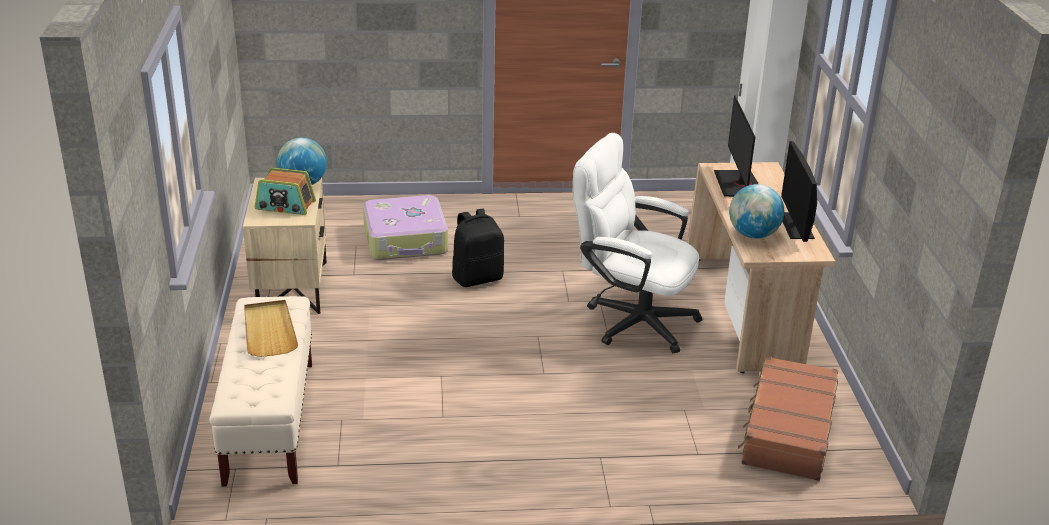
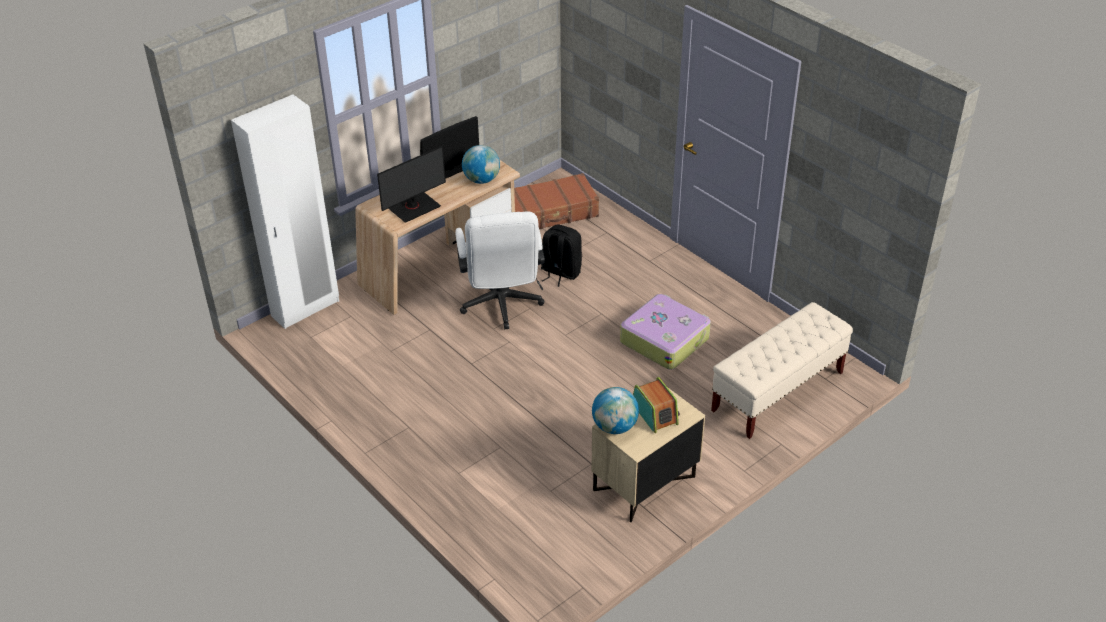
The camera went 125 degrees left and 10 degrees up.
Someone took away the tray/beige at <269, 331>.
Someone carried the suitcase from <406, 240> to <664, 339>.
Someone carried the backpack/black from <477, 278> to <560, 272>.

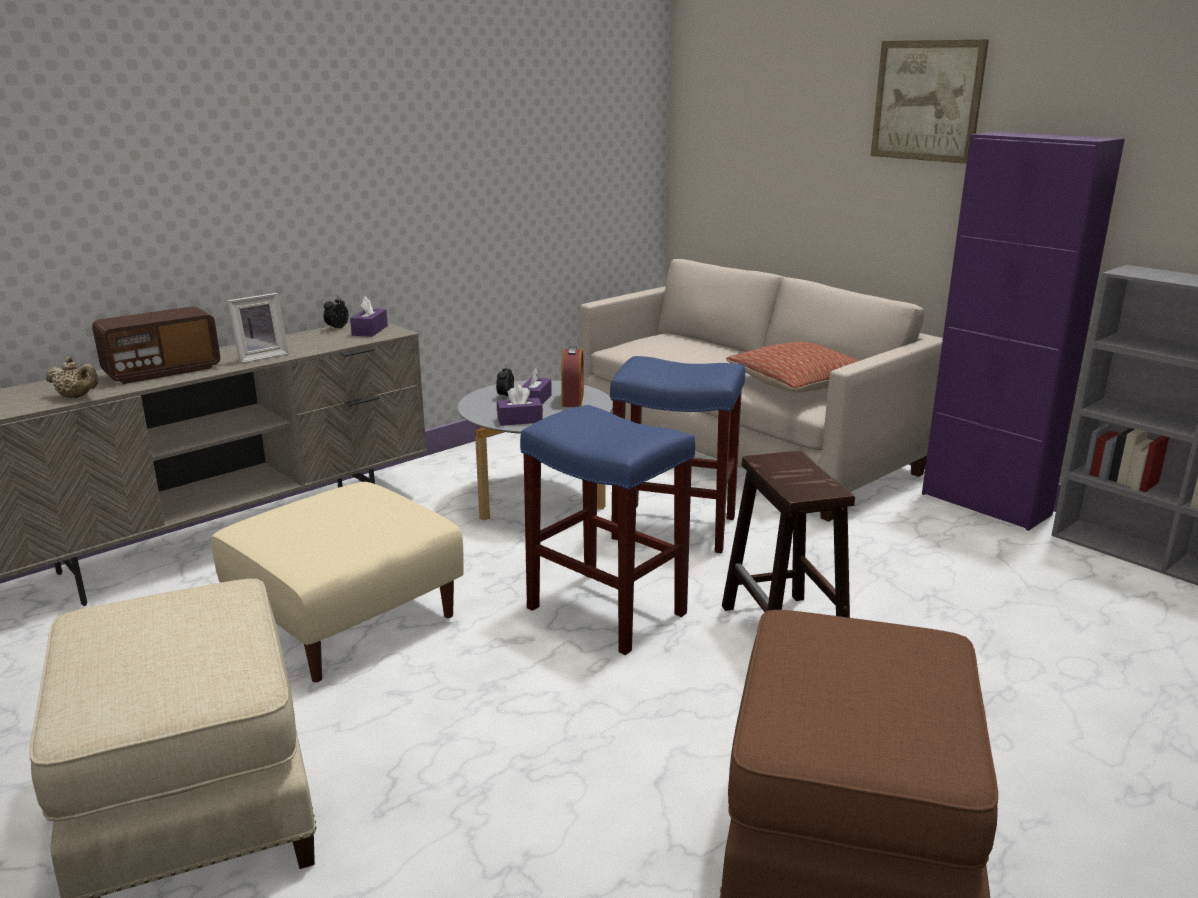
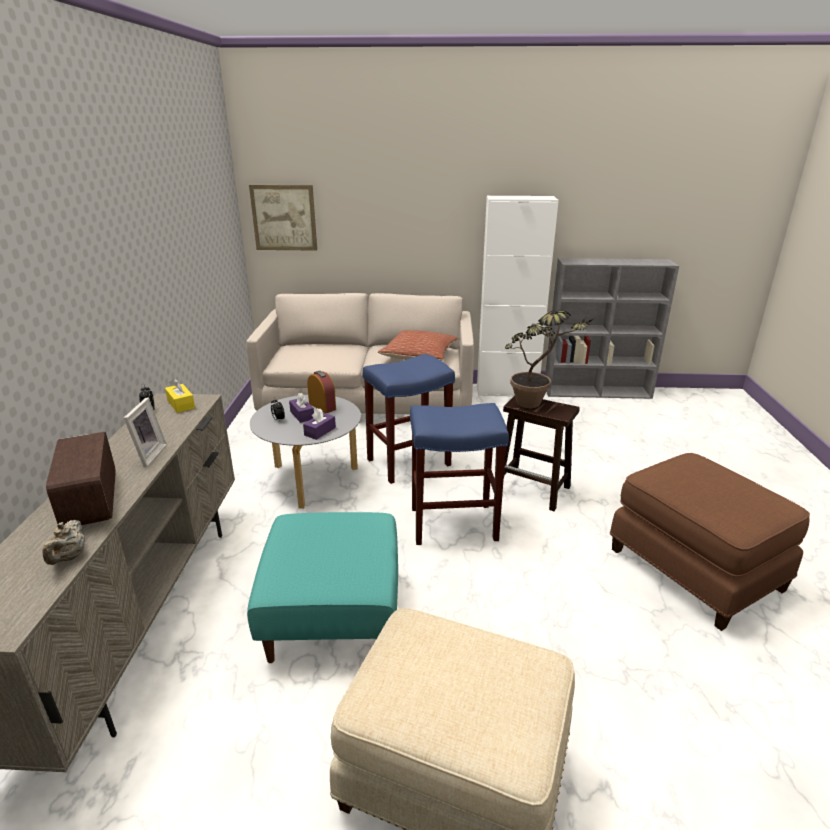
The camera went 45 degrees left and 5 degrees up.
Someone put down the potted plant at <537, 405>.
Someone carried the picture from <927, 101> to <284, 218>.
Someone repainted the ottoman/beige at <346, 618>, which became the ottoman/turquoise at <332, 613>.
Someone repainted the tissue box/purple at <370, 330>, which became the tissue box/yellow at <181, 404>.
Someone repainted the cabinet/purple at <985, 504>, which became the cabinet/white at <506, 391>.
Someone rotated the teapot/beige at <76, 397> by 120 degrees clockwise.
Someone rotated the radio at <162, 371> by 150 degrees clockwise.

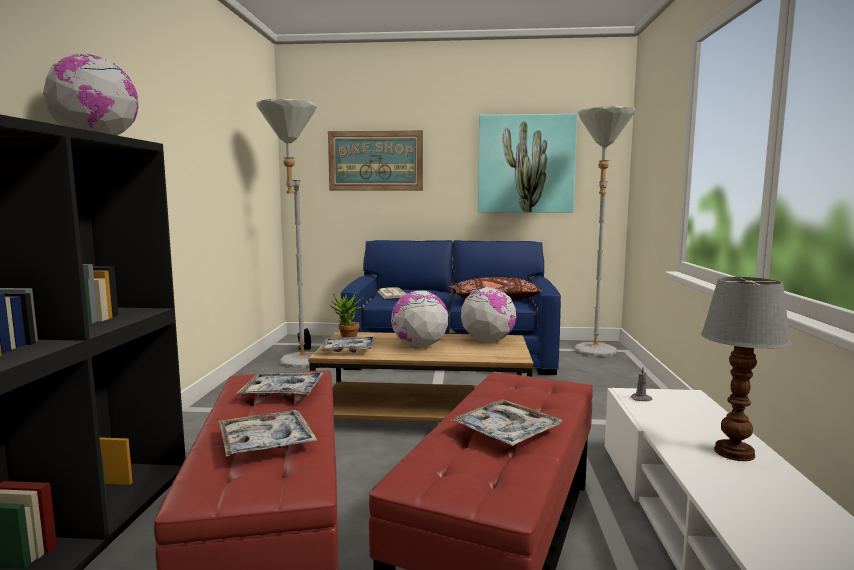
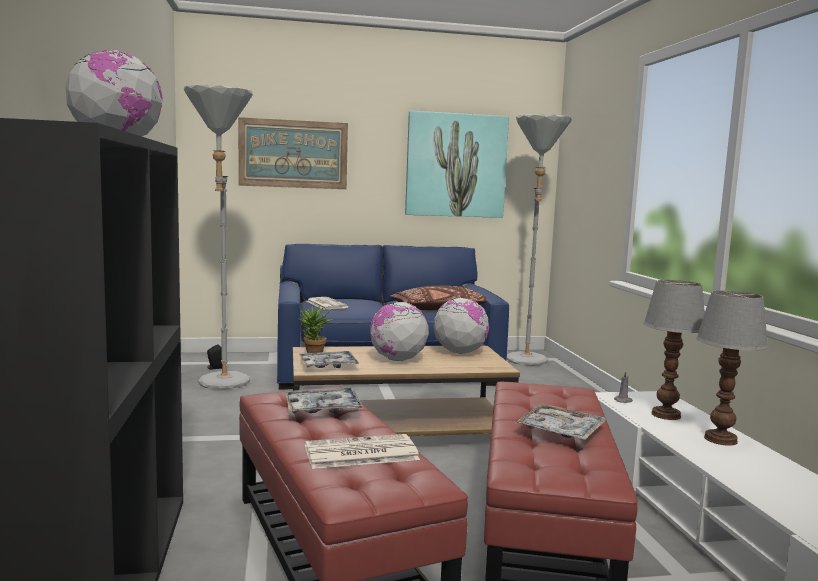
The camera went 15 degrees left and 0 degrees up.
Someone put down the table lamp at <664, 415>.
Someone swapped the tray at <266, 442> for the newspaper at <359, 453>.

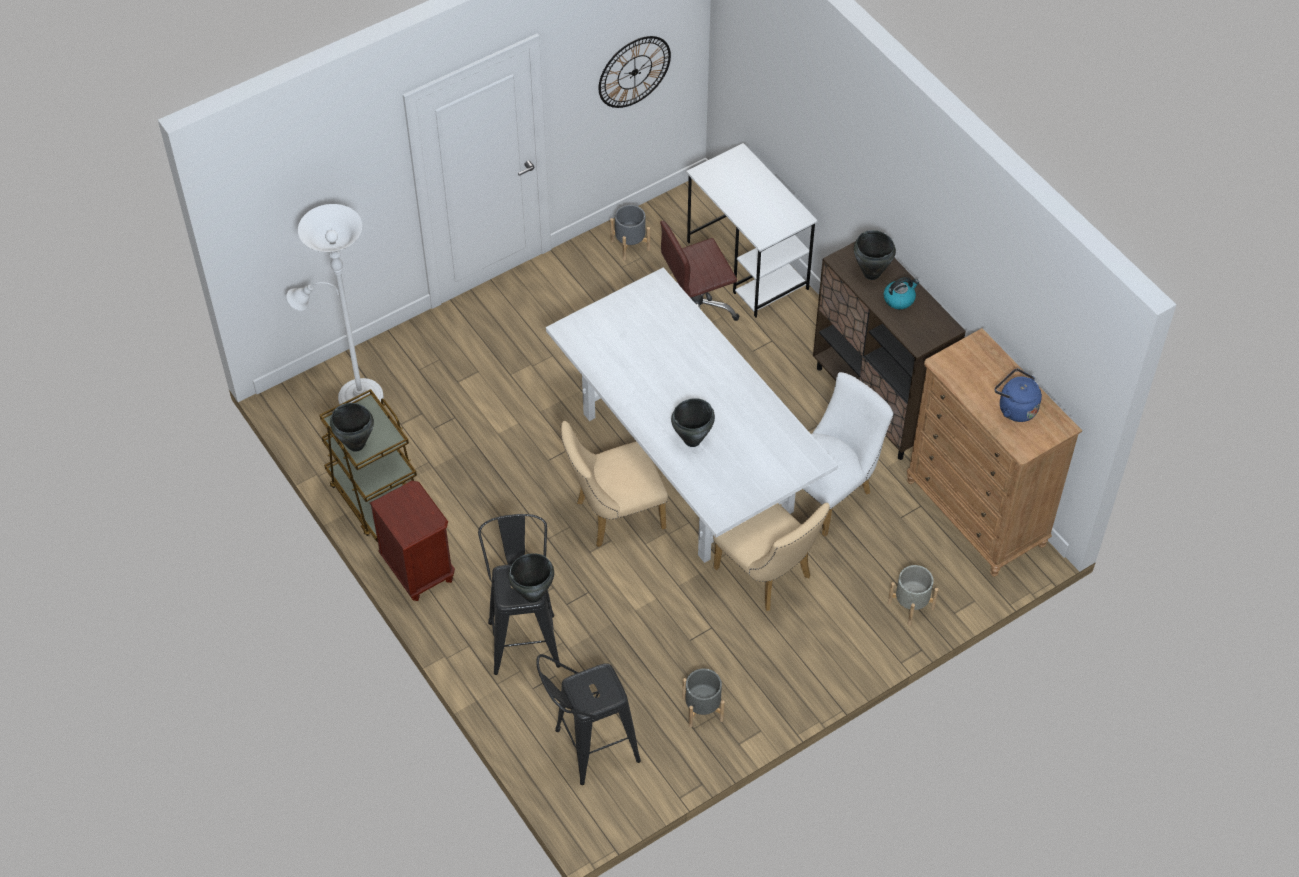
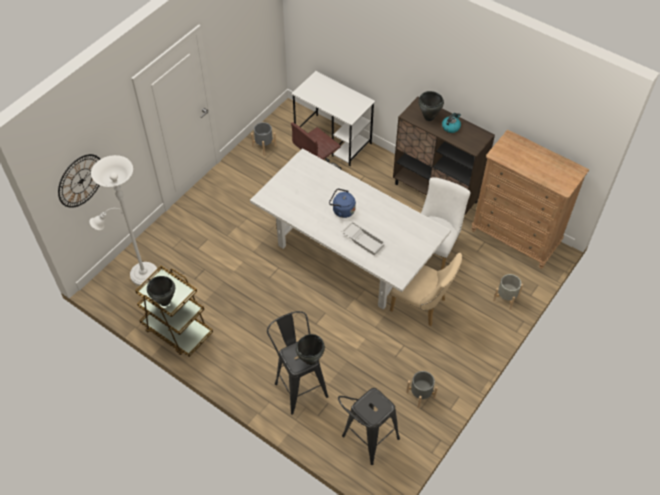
The camera went 20 degrees left and 0 degrees up.
Someone took away the nightstand/brown at <418, 570>.
Someone took away the chair/beige at <613, 515>.
Someone carried the wall clock from <634, 72> to <81, 181>.
Someone carried the kettle/blue from <1015, 408> to <342, 210>.
Someone swapped the cooking pot/black at <692, 440> for the tray/white at <363, 240>.

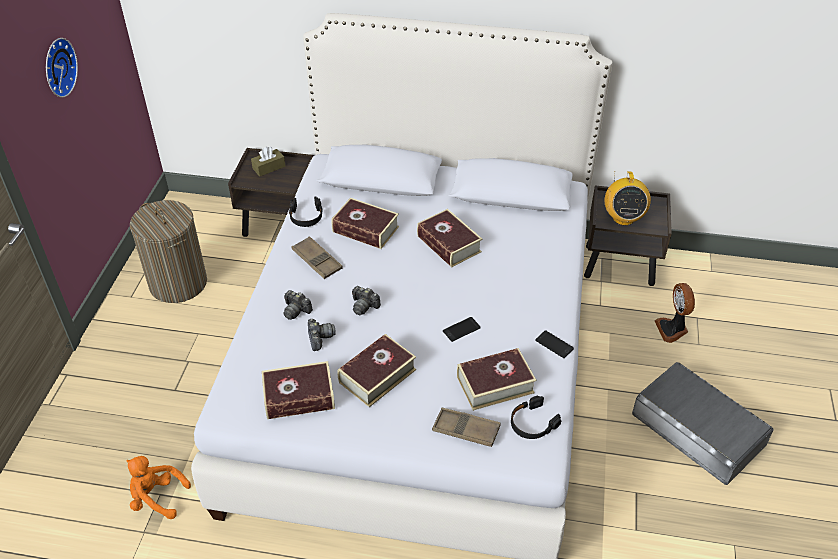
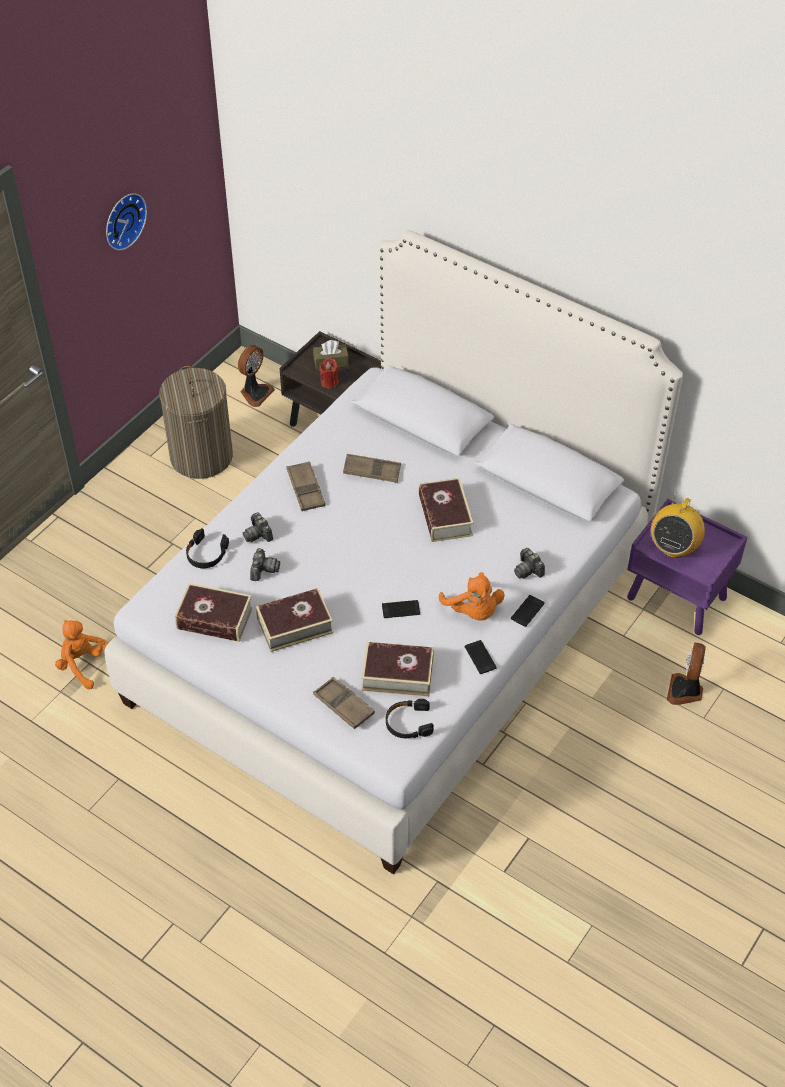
The camera went 25 degrees right and 5 degrees up.
Someone took away the storage box/grey at <697, 429>.
Someone put down the fan at <255, 393>.
Someone put down the candle/red at <329, 382>.
Someone put down the plush toy/orange at <473, 611>.
Someone put down the phone at <527, 611>.
Someone carried the headphones/black from <306, 216> to <206, 554>.
Someone carried the photo camera from <364, 306> to <528, 570>.
Someone swapped the book at <365, 229> for the tray/brown at <372, 471>.
Someone repainted the nightstand/brown at <620, 265>, which became the nightstand/purple at <677, 598>.

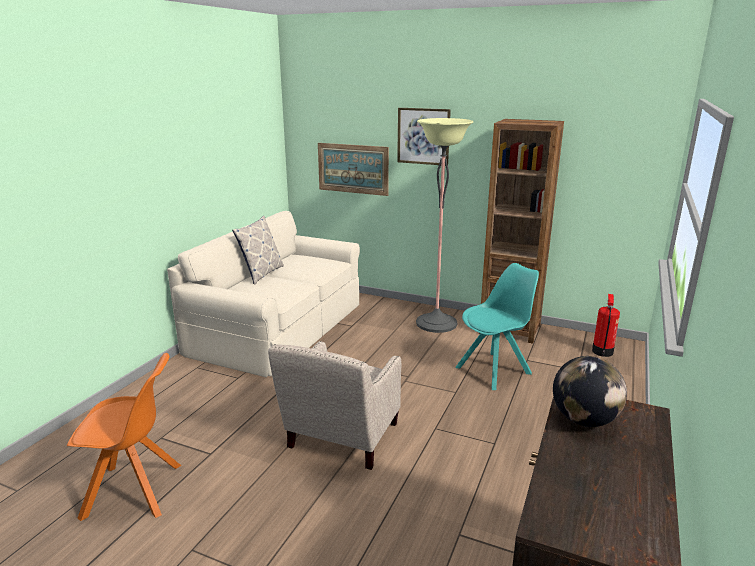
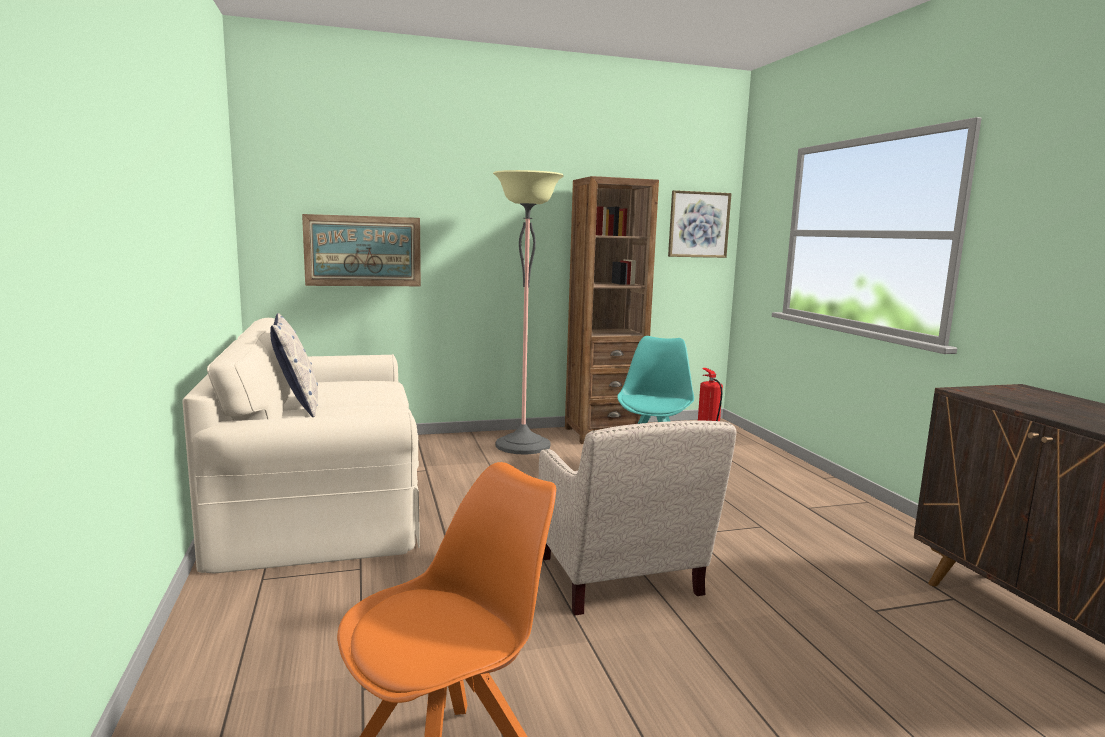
The camera went 40 degrees left and 10 degrees down.
Someone took away the globe at <584, 420>.
Someone carried the picture from <423, 136> to <698, 224>.

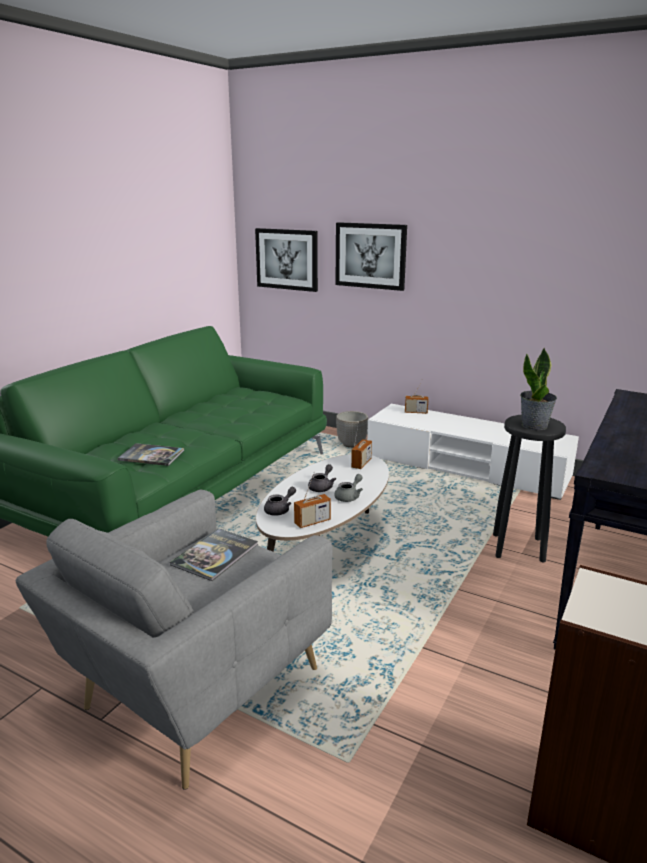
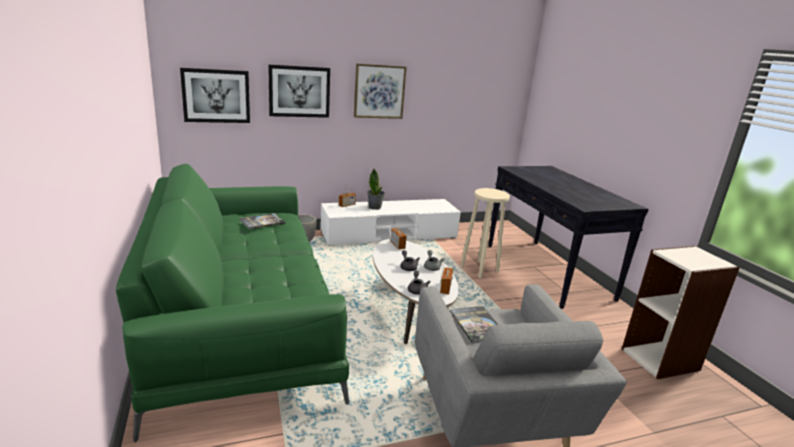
The camera went 50 degrees left and 0 degrees up.
Someone put up the picture at <379, 91>.
Someone carried the book from <151, 455> to <262, 221>.
Someone carried the potted plant from <534, 426> to <375, 207>.
Someone repainted the stool/black at <519, 547>, which became the stool/beige at <480, 269>.

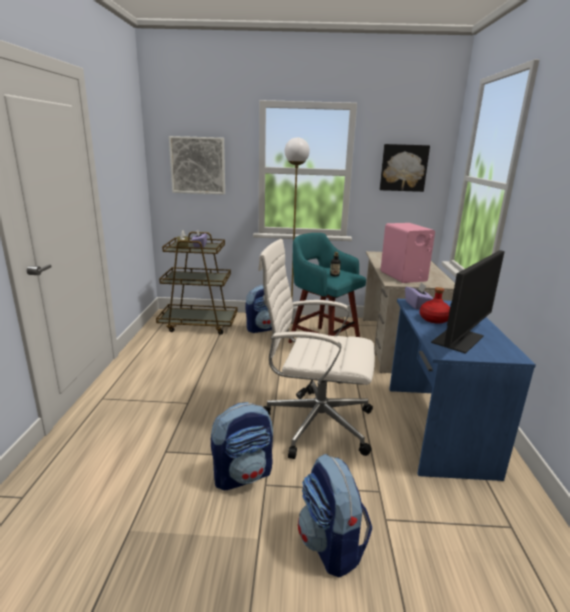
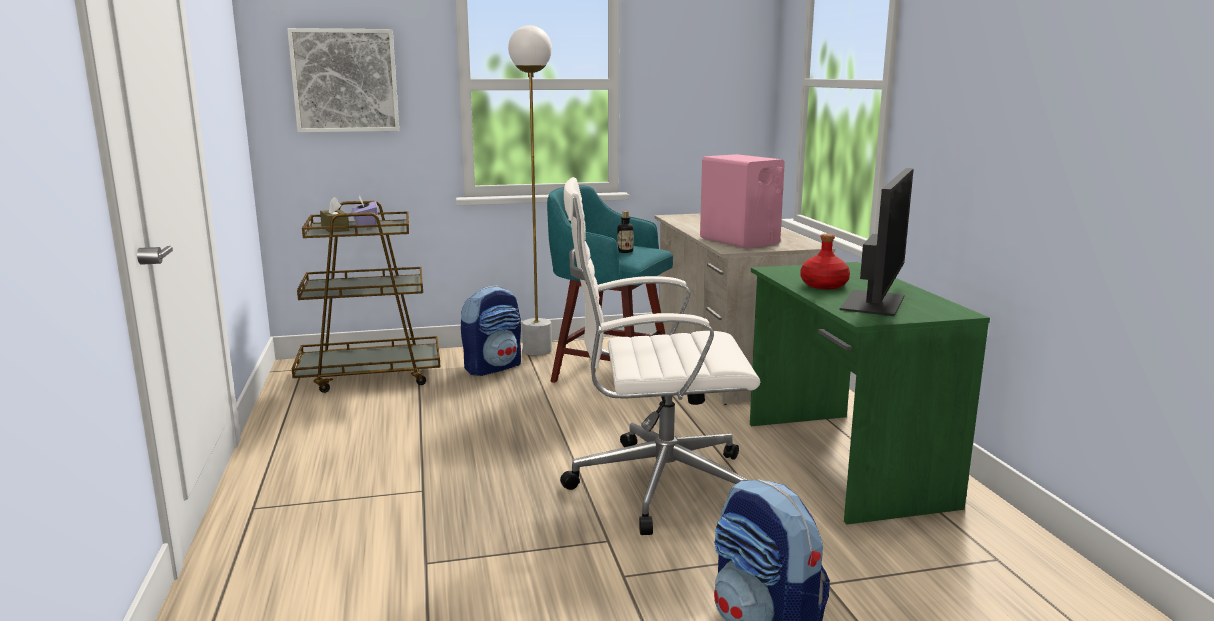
The camera went 15 degrees left and 5 degrees down.
Someone took away the backpack at <243, 475>.
Someone took away the picture at <403, 168>.
Someone took away the tissue box/purple at <417, 305>.
Someone repainted the desk/blue at <436, 428>, which became the desk/green at <843, 463>.

